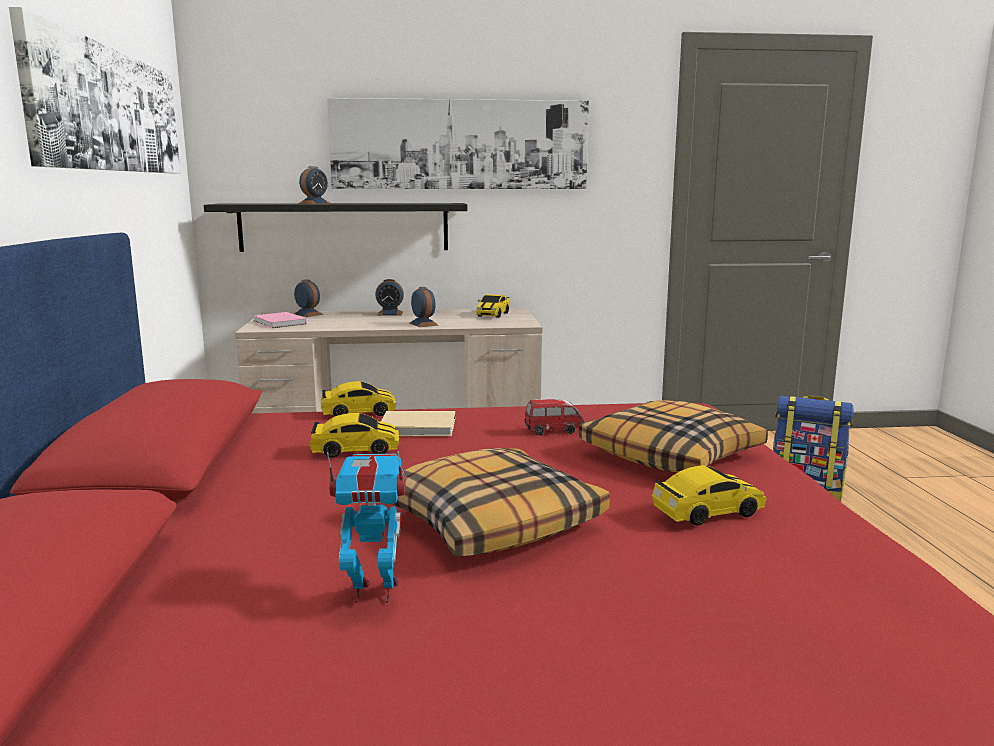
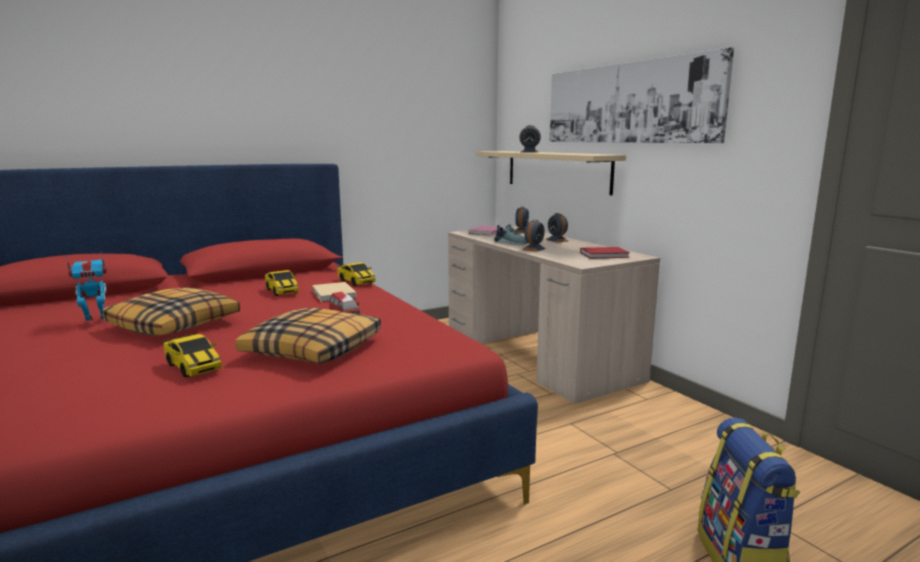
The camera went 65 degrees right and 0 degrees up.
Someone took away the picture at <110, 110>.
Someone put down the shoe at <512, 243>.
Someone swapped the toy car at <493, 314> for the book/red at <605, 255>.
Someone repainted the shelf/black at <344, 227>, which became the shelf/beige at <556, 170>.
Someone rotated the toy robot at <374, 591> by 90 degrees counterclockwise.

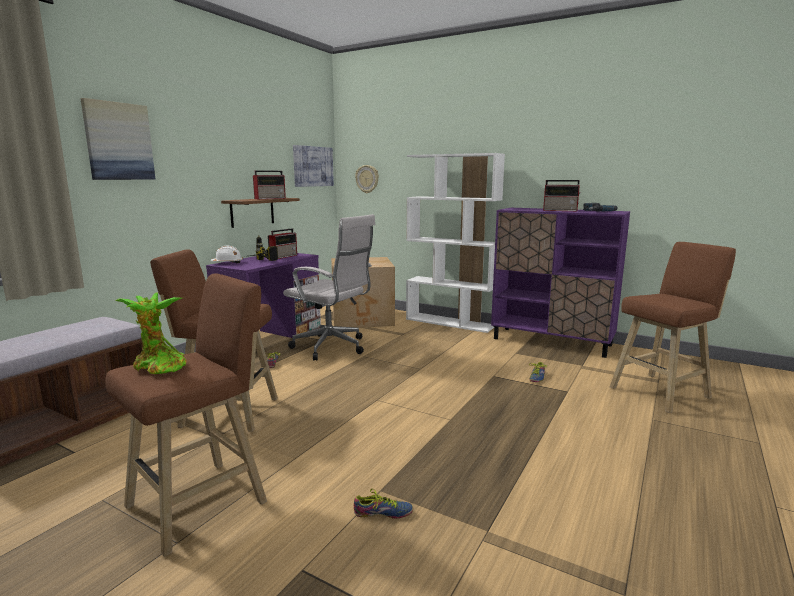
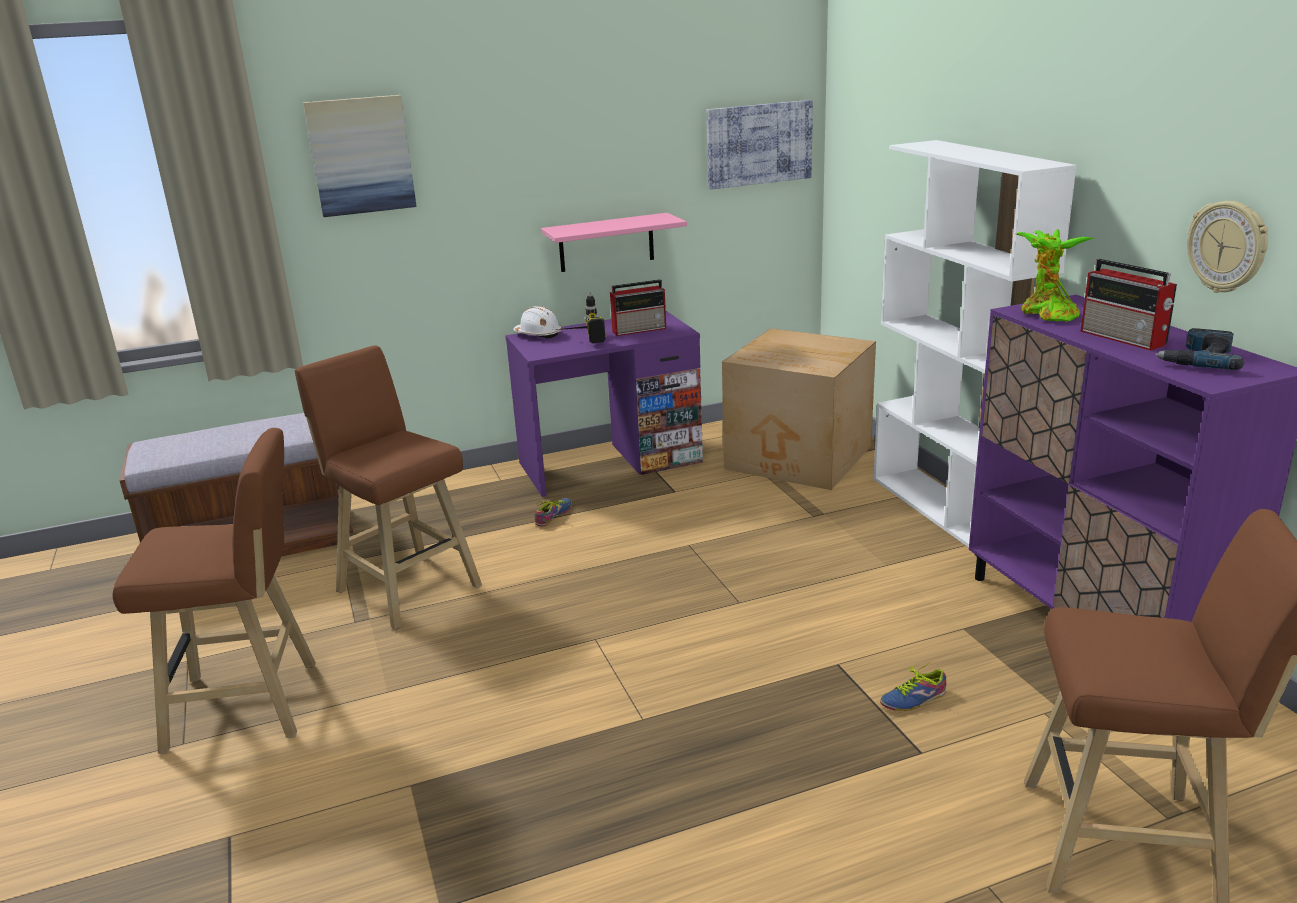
The camera went 40 degrees right and 10 degrees up.
Someone took away the radio at <270, 198>.
Someone took away the office chair/white at <332, 347>.
Someone took away the shoe at <383, 514>.
Someone carried the potted plant from <158, 367> to <1046, 314>.
Someone carried the wall clock from <367, 179> to <1227, 247>.
Someone repainted the shelf/brown at <252, 212>, which became the shelf/pink at <606, 242>.

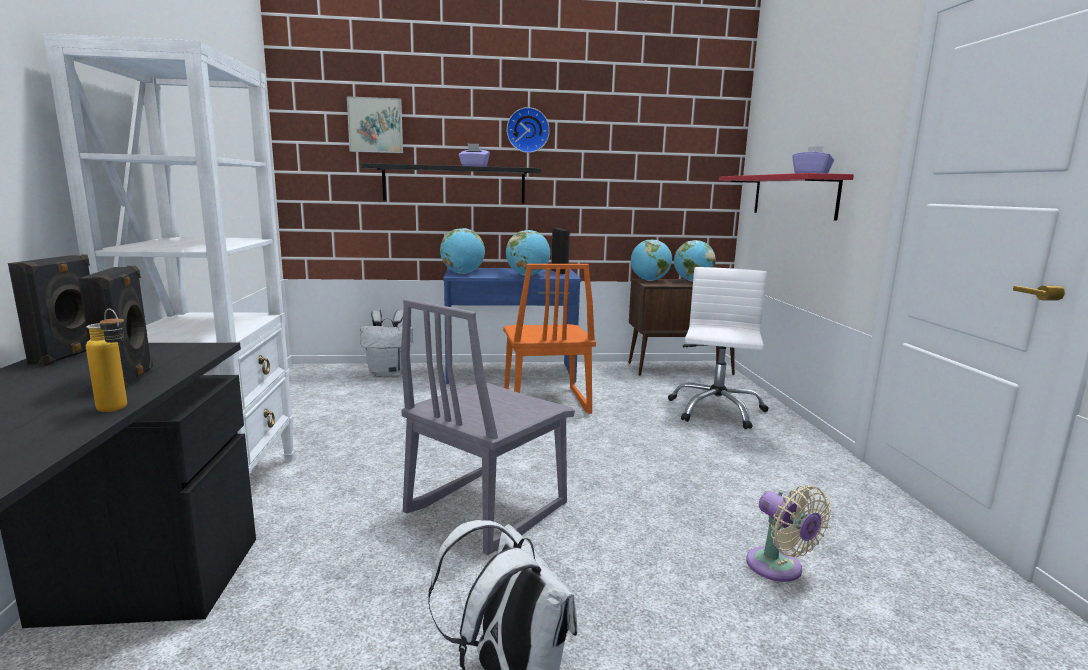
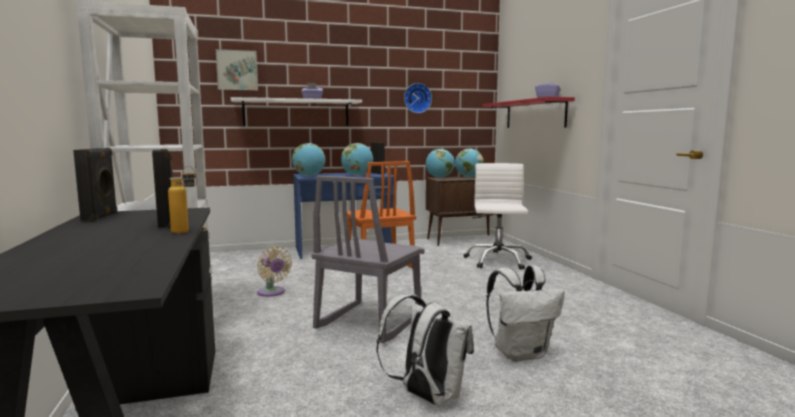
The camera went 10 degrees left and 5 degrees down.
Someone carried the backpack/white from <390, 373> to <521, 353>.
Someone carried the wall clock from <527, 130> to <417, 98>.
Someone carried the fan/beige from <779, 568> to <272, 293>.
Someone repainted the shelf/black at <454, 184>, which became the shelf/white at <296, 112>.

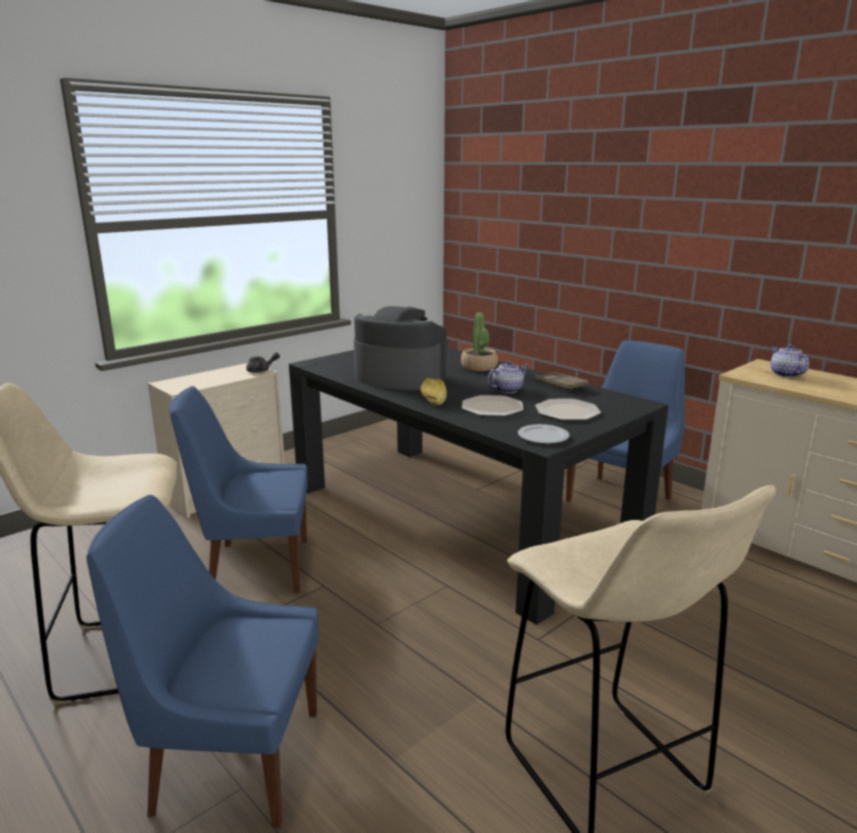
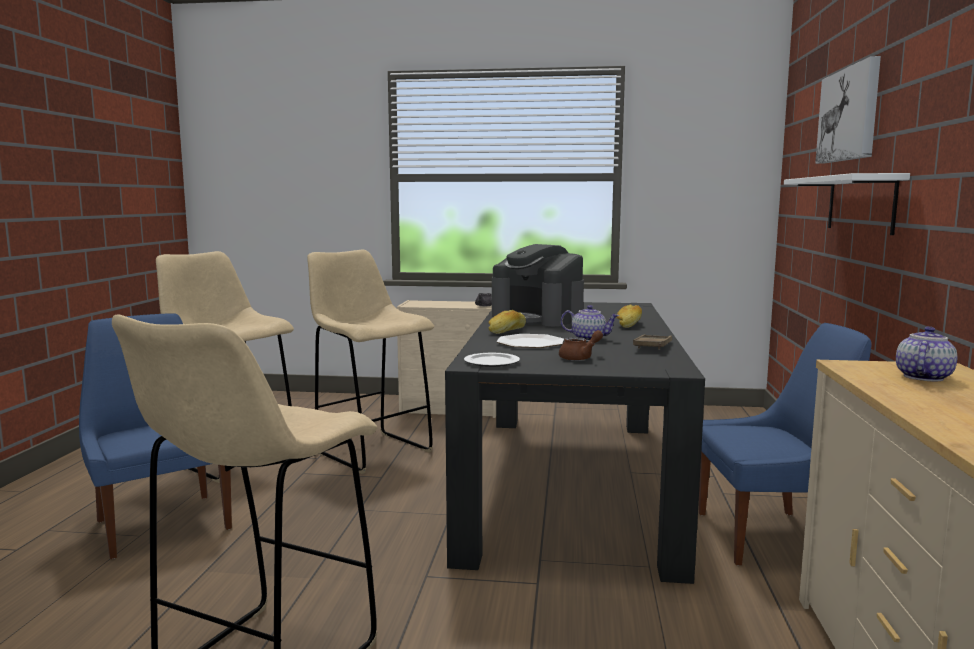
The camera went 50 degrees right and 10 degrees down.
Someone put up the shelf/white at <860, 204>.
Someone put up the picture at <849, 115>.
Someone swapped the chair/blue at <255, 567> for the stool/beige at <371, 451>.
Someone swapped the potted plant at <479, 367> for the bread at <629, 325>.
Someone swapped the plate at <566, 411> for the teapot/brown at <580, 358>.
Someone rotated the coffee machine at <399, 377> by 150 degrees clockwise.

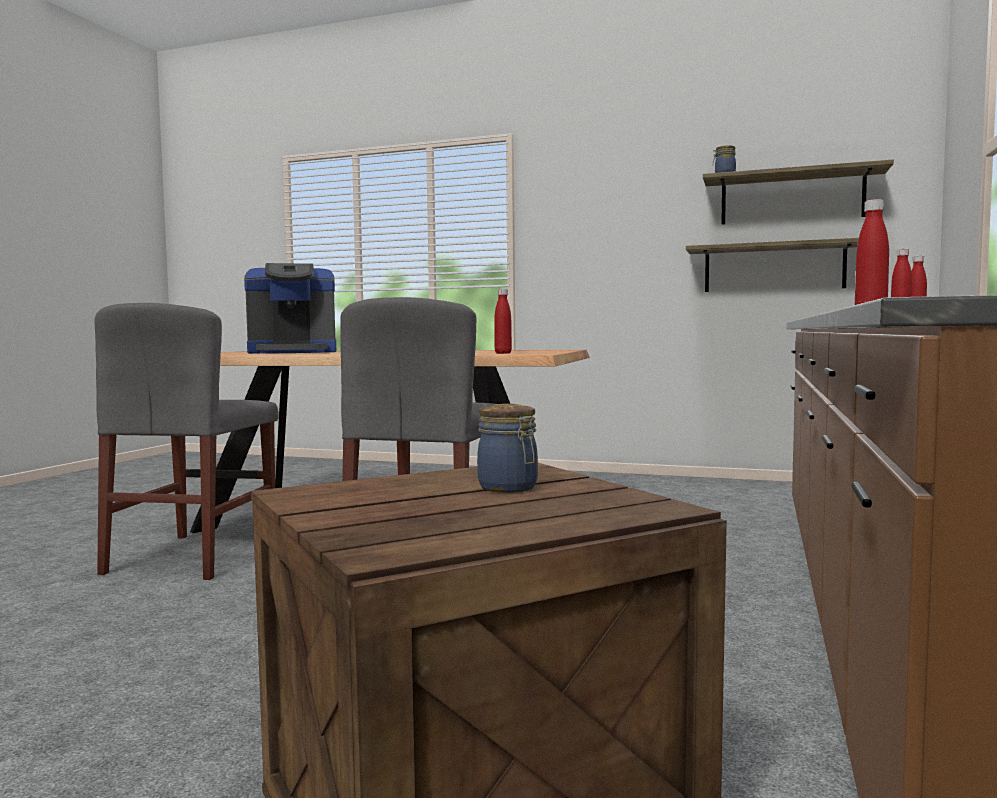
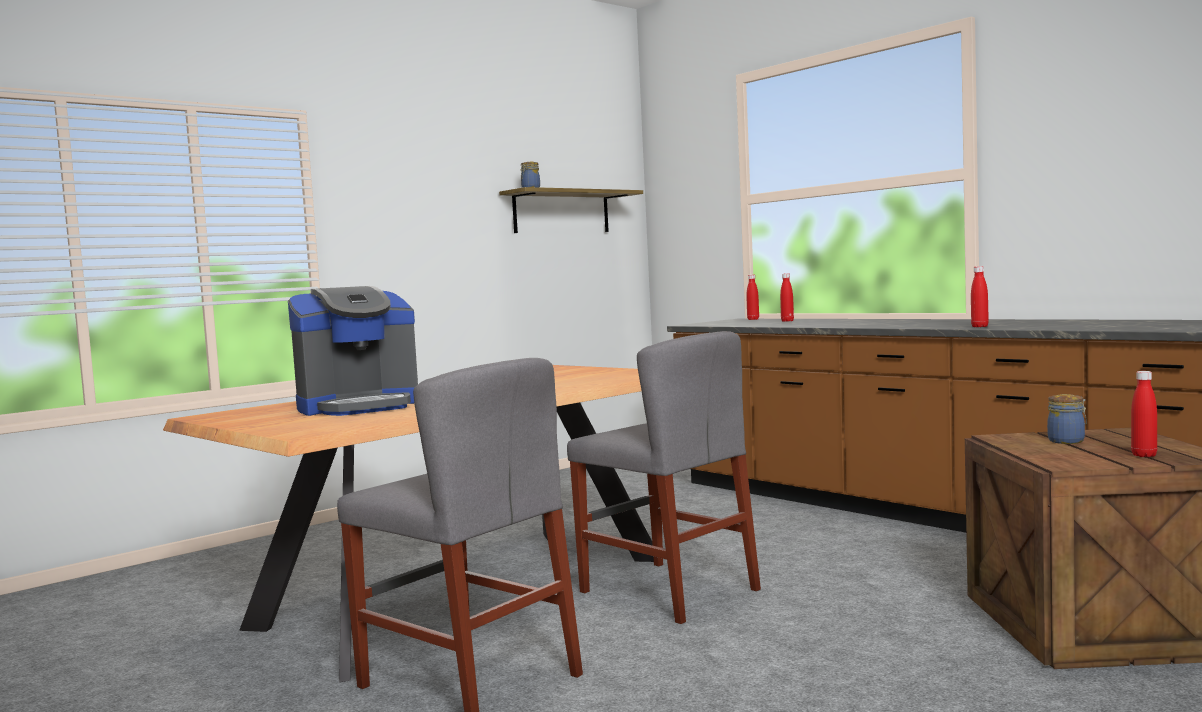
The camera went 60 degrees left and 0 degrees up.
Someone took away the shelf at <774, 268>.
Someone carried the bottle/red from <503, 353> to <1144, 455>.
Someone rotated the coffee machine at <293, 352> by 45 degrees clockwise.

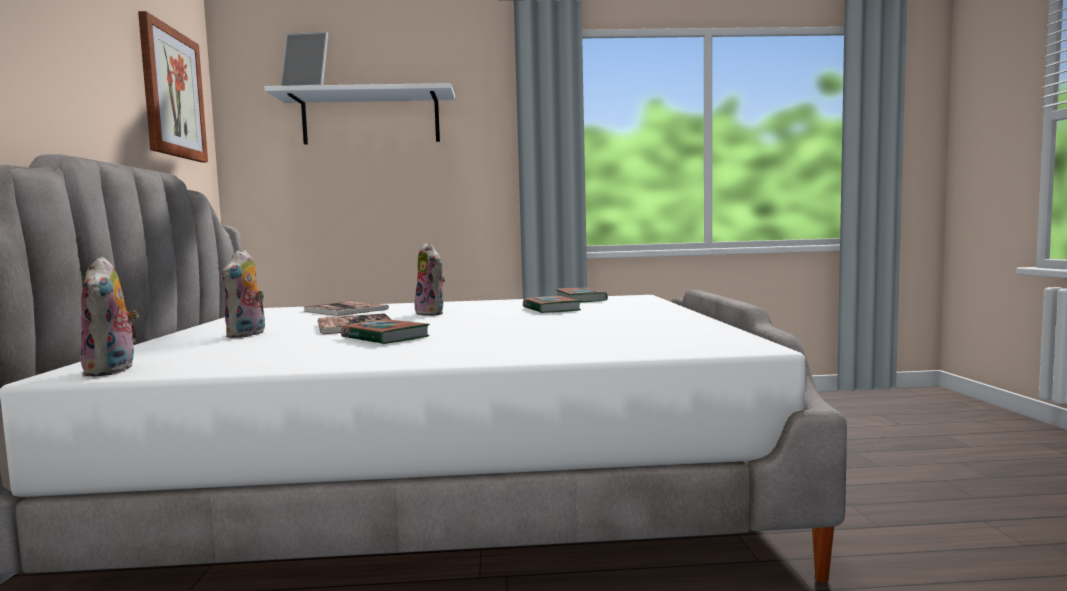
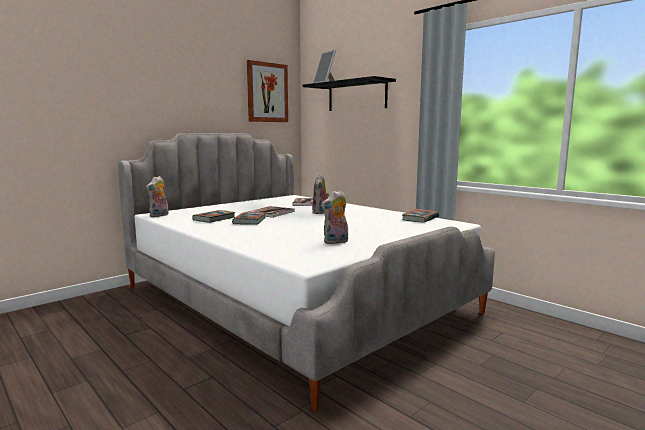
The camera went 50 degrees right and 5 degrees up.
Someone carried the plush toy from <247, 335> to <336, 242>.
Someone carried the book from <551, 309> to <214, 219>.
Someone repainted the shelf/white at <371, 120>, which became the shelf/black at <357, 96>.

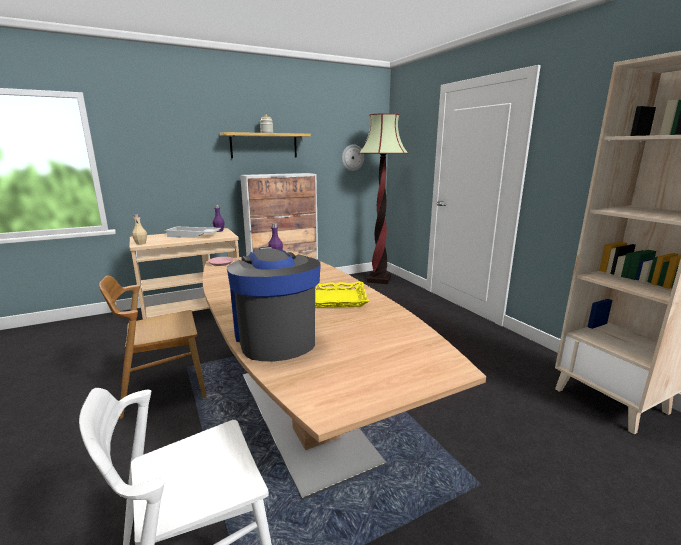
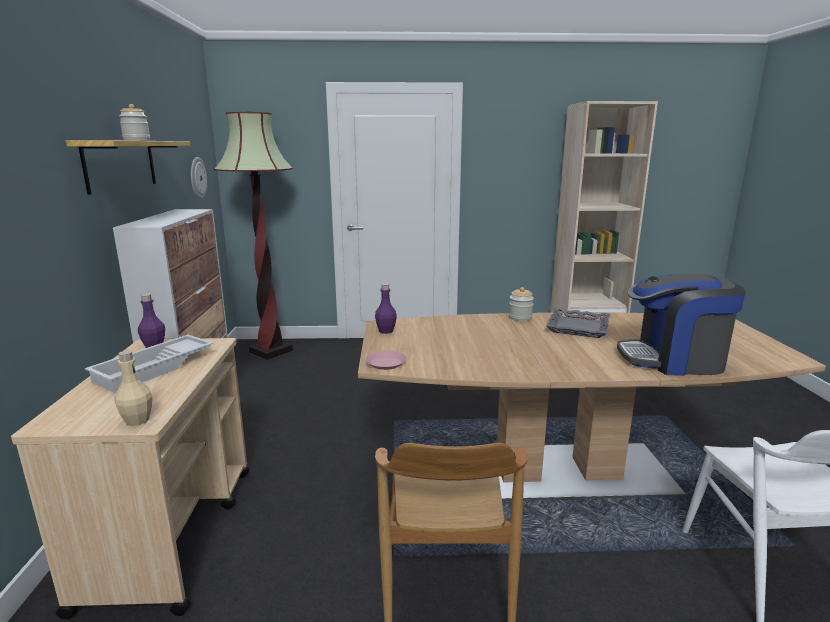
The camera went 65 degrees left and 0 degrees up.
Someone put down the jar at <520, 318>.
Someone repainted the tray/yellow at <336, 299>, which became the tray/grey at <578, 327>.

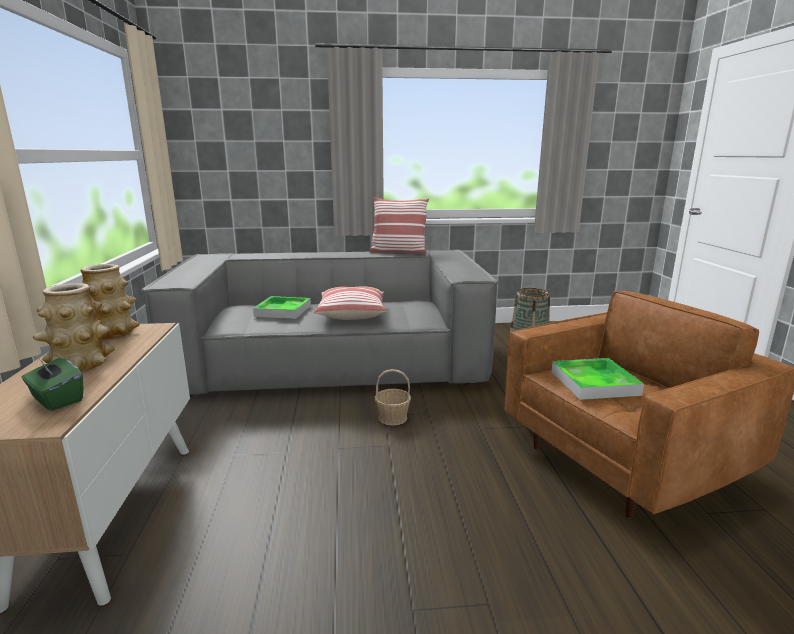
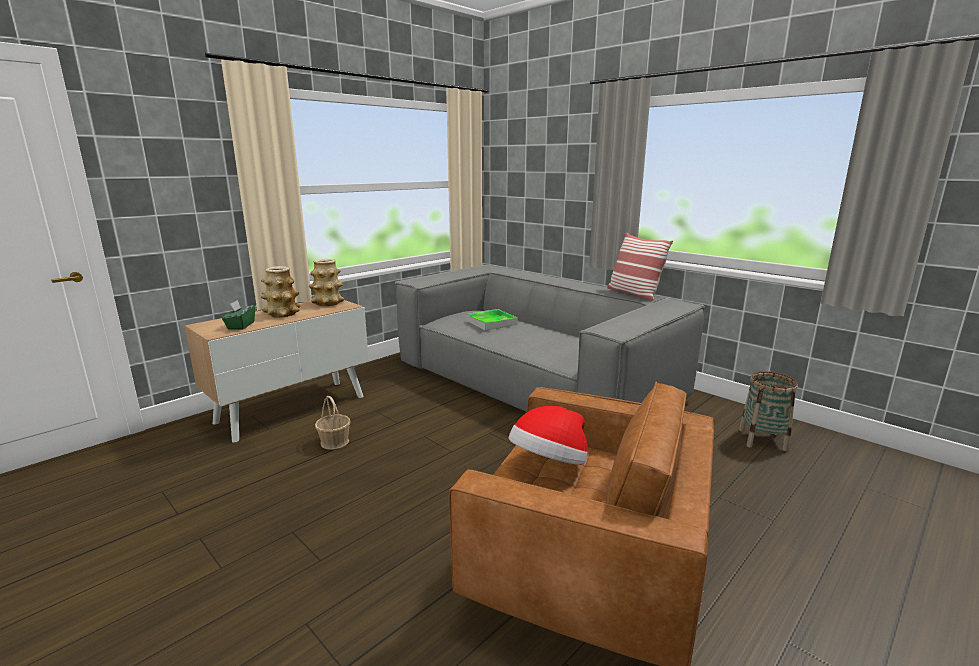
The camera went 50 degrees right and 0 degrees up.
Someone took away the pillow at <351, 314>.
Someone carried the basket from <392, 417> to <335, 442>.
Someone swapped the tray at <594, 383> for the hat at <549, 464>.

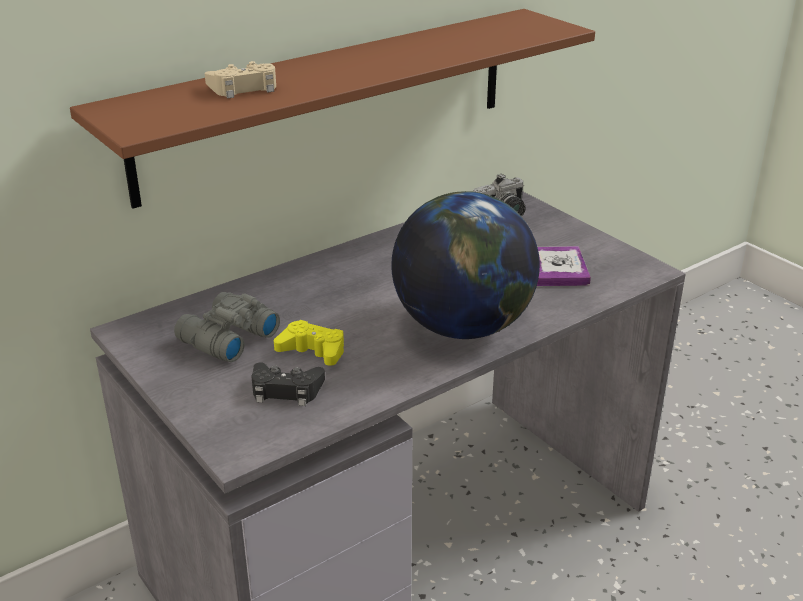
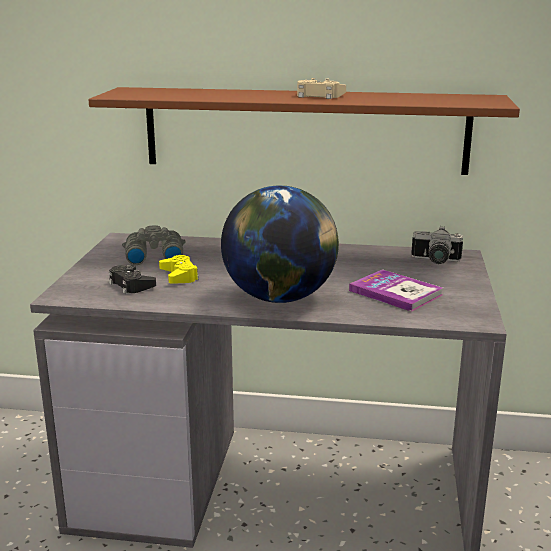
The camera went 45 degrees right and 10 degrees down.
Someone carried the game controller/beige from <244, 88> to <319, 96>.

